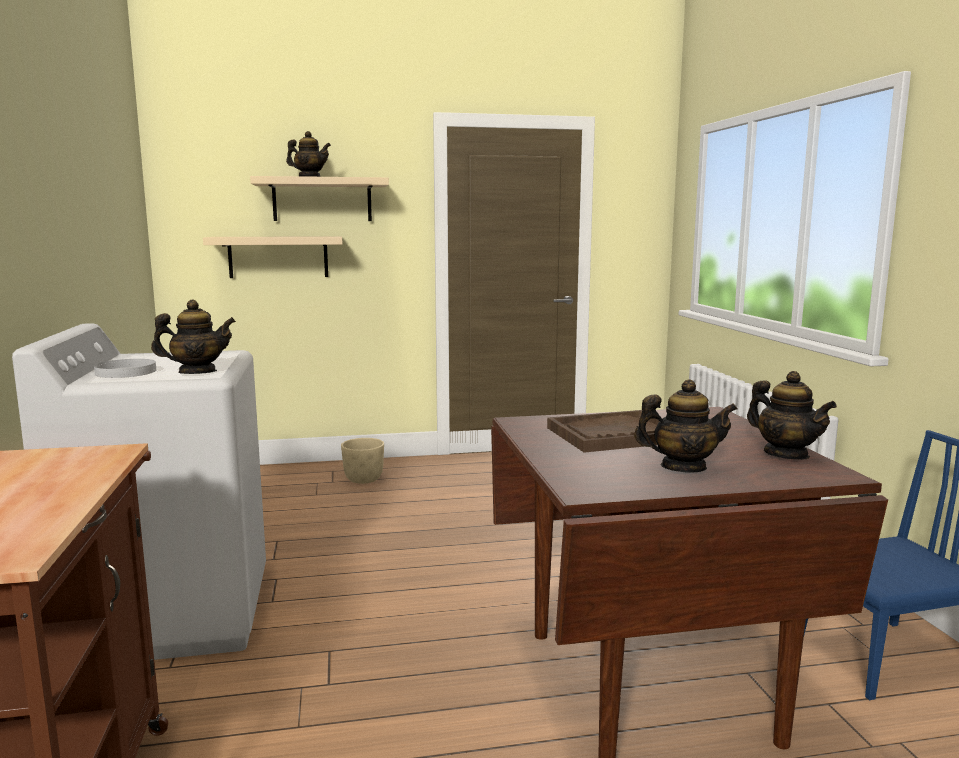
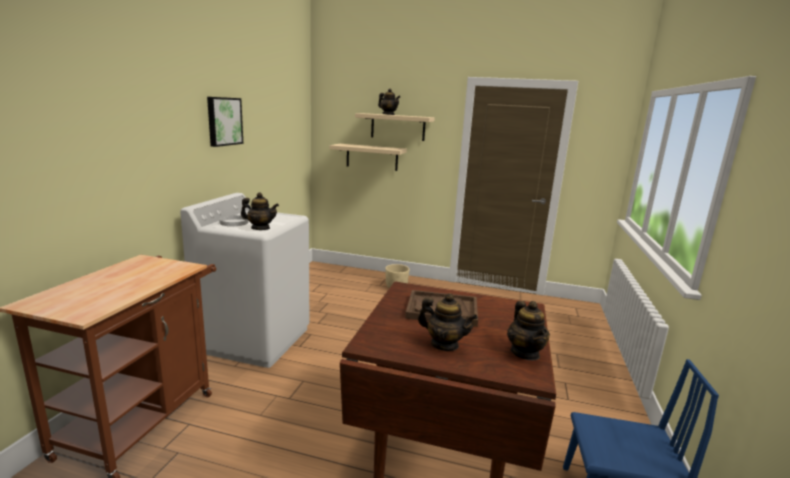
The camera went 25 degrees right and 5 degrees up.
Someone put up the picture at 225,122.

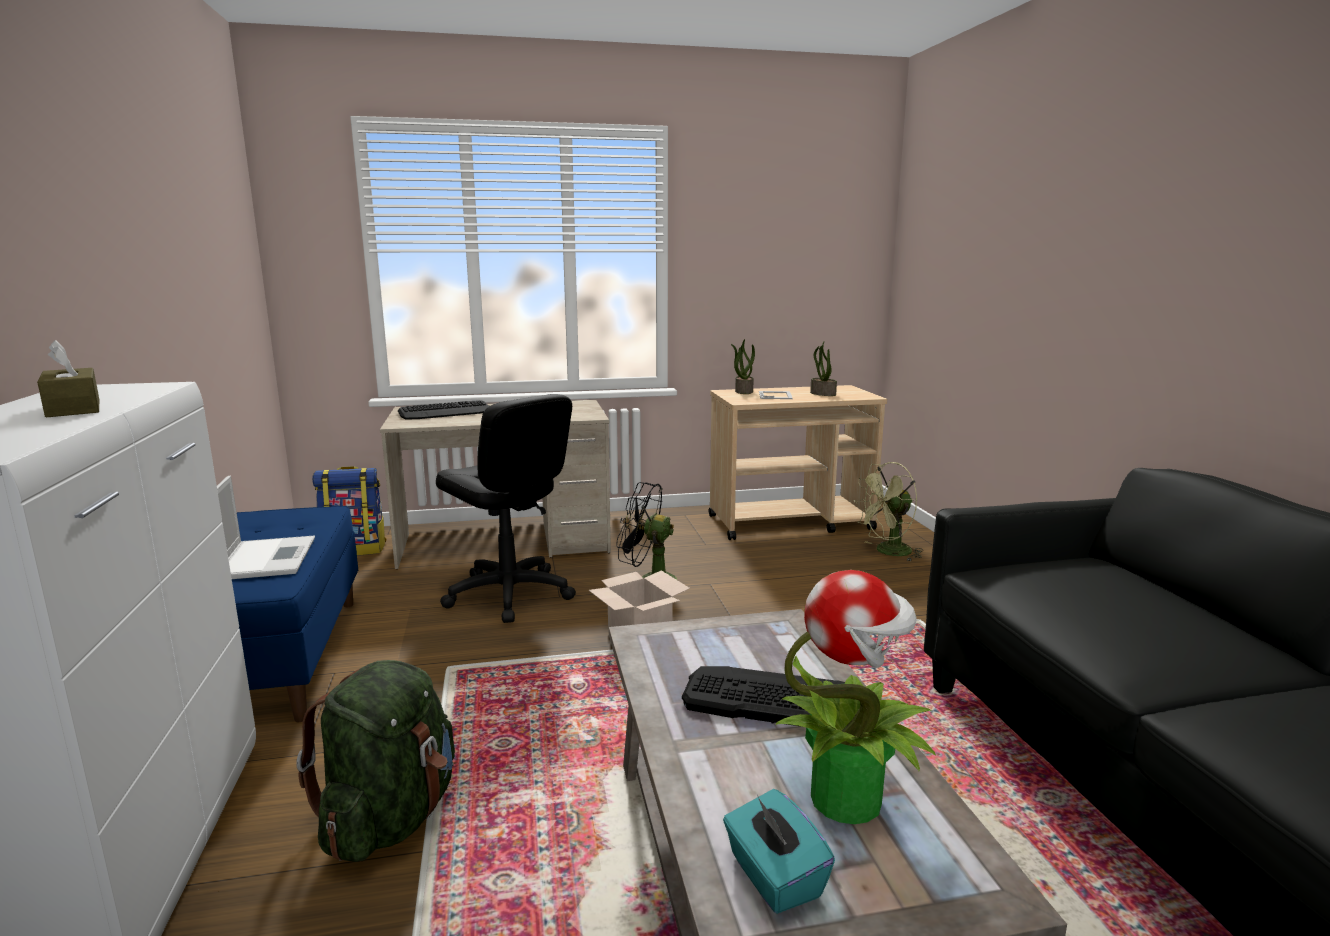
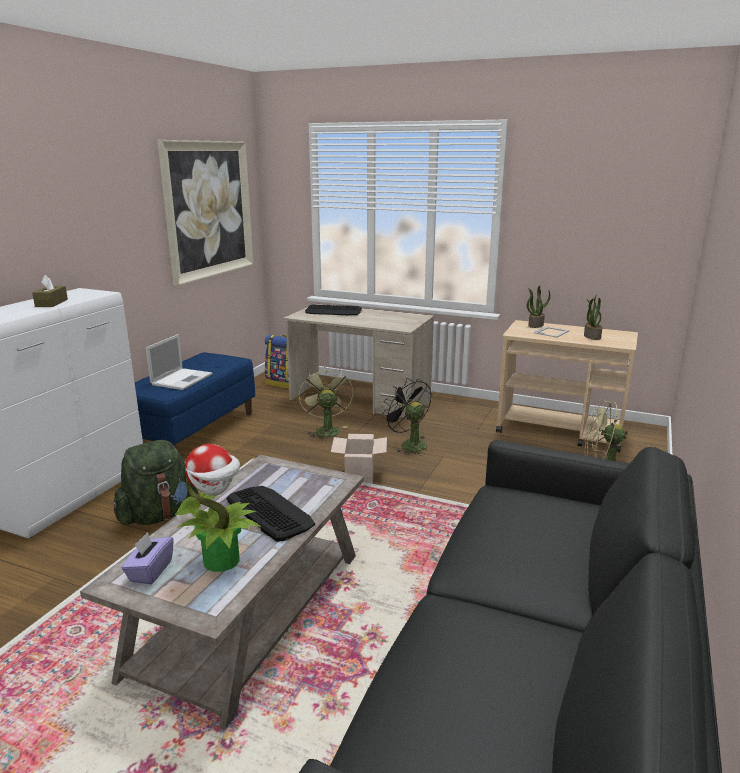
The camera went 35 degrees right and 5 degrees up.
Someone repainted the turquoise tissue holder at 779,851, which became the purple-coloured tissue holder at 147,558.
Someone put up the picture at 205,213.
Someone swapped the black-coloured office chair at 506,508 for the green fan at 326,403.

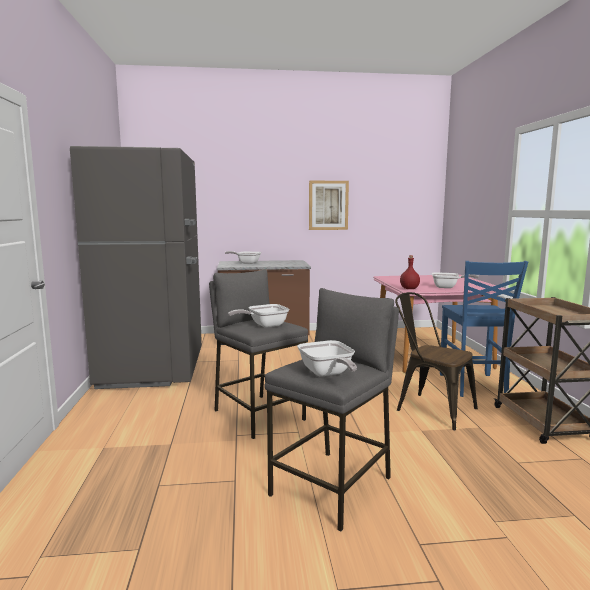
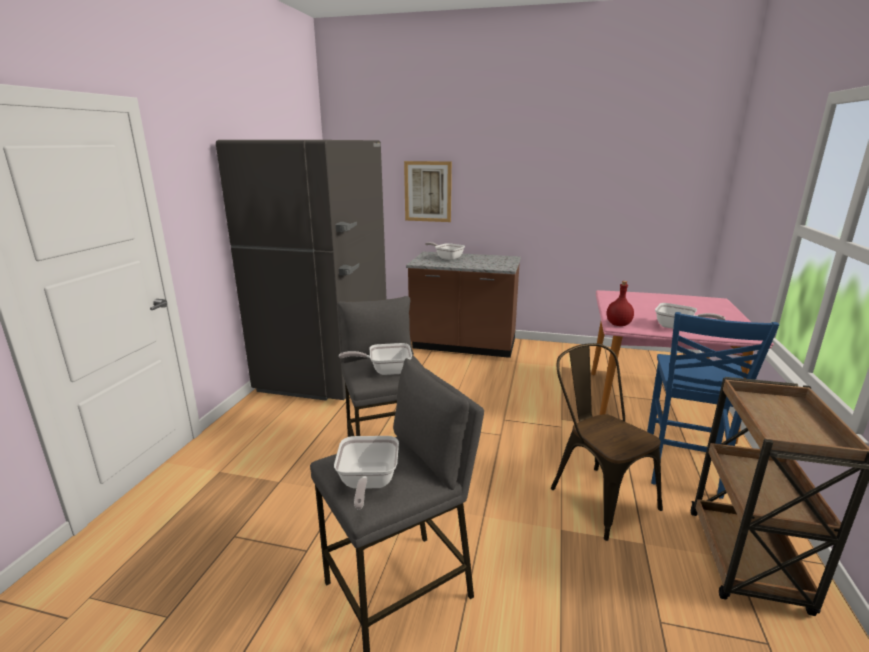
The camera went 20 degrees right and 10 degrees up.
Someone carried the picture from 329,205 to 428,191.

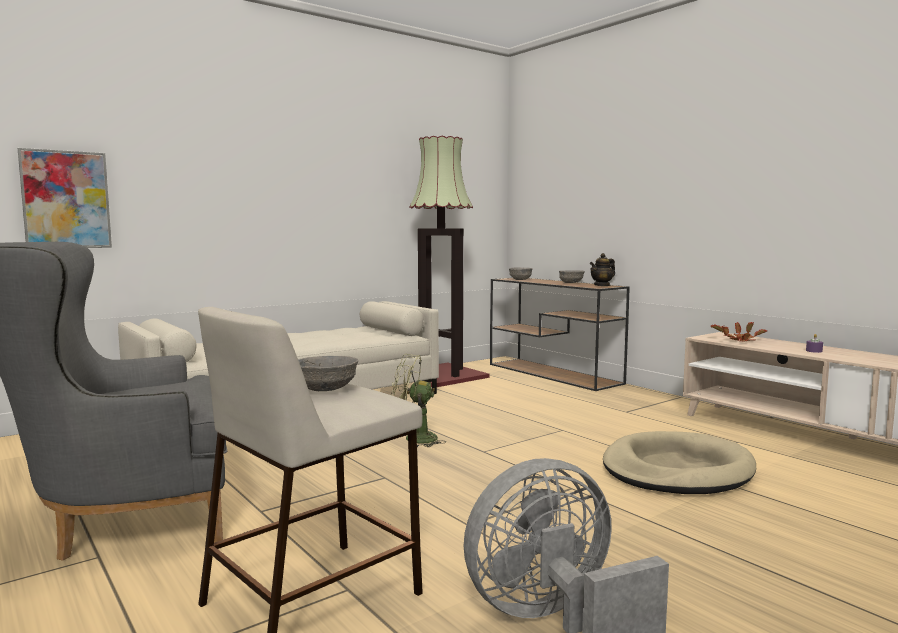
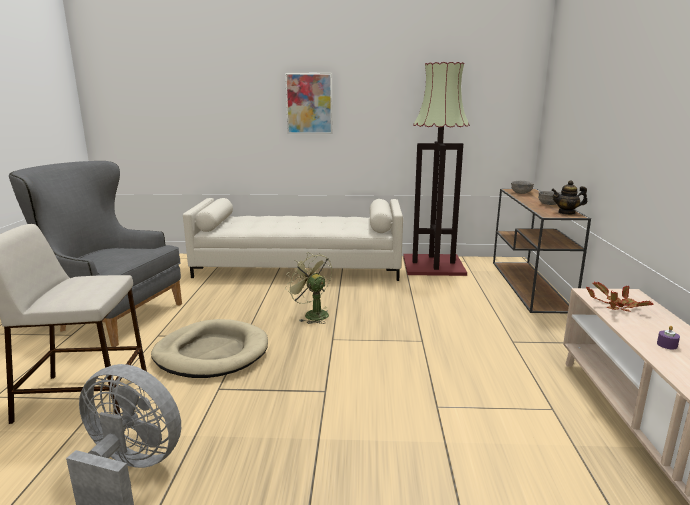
The camera went 40 degrees right and 10 degrees up.
Someone carried the sand-coloured dog bed from 679,462 to 209,348.
Someone carried the picture from 65,198 to 308,103.
Someone took away the greyish deep dish at 328,373.

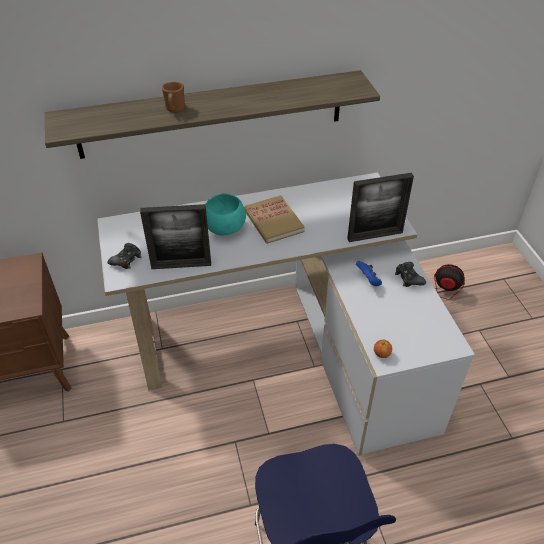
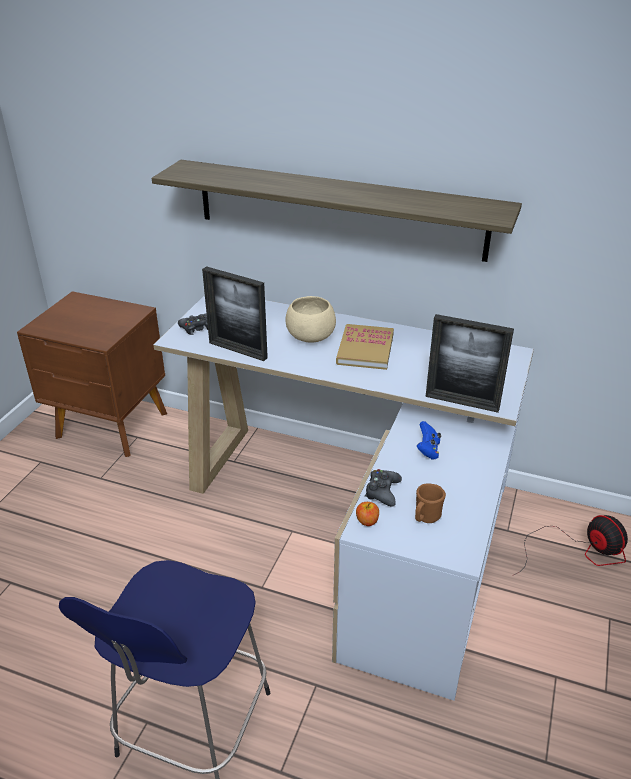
The camera went 35 degrees right and 10 degrees down.
Someone repainted the turquoise deep dish at 225,214, which became the sand-coloured deep dish at 310,319.
Someone carried the black-coloured gamepad from 410,274 to 383,488.
Someone carried the brown-coloured coffee mug from 173,96 to 430,503.

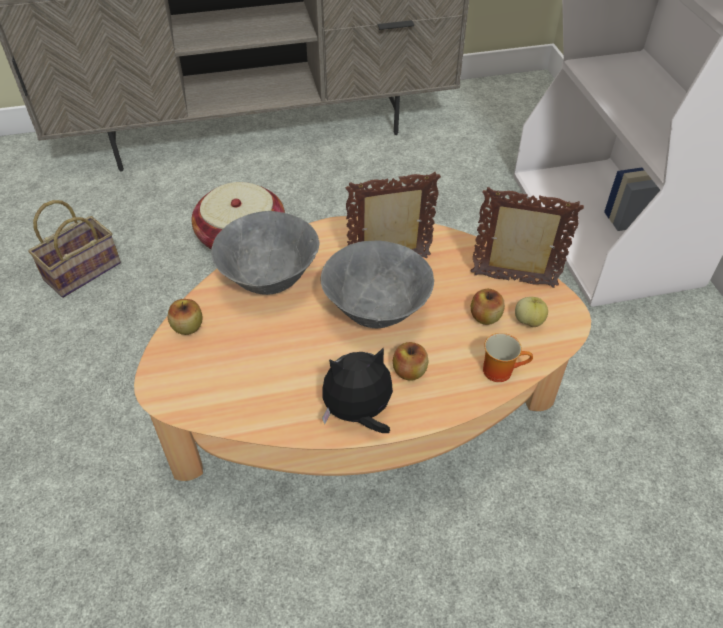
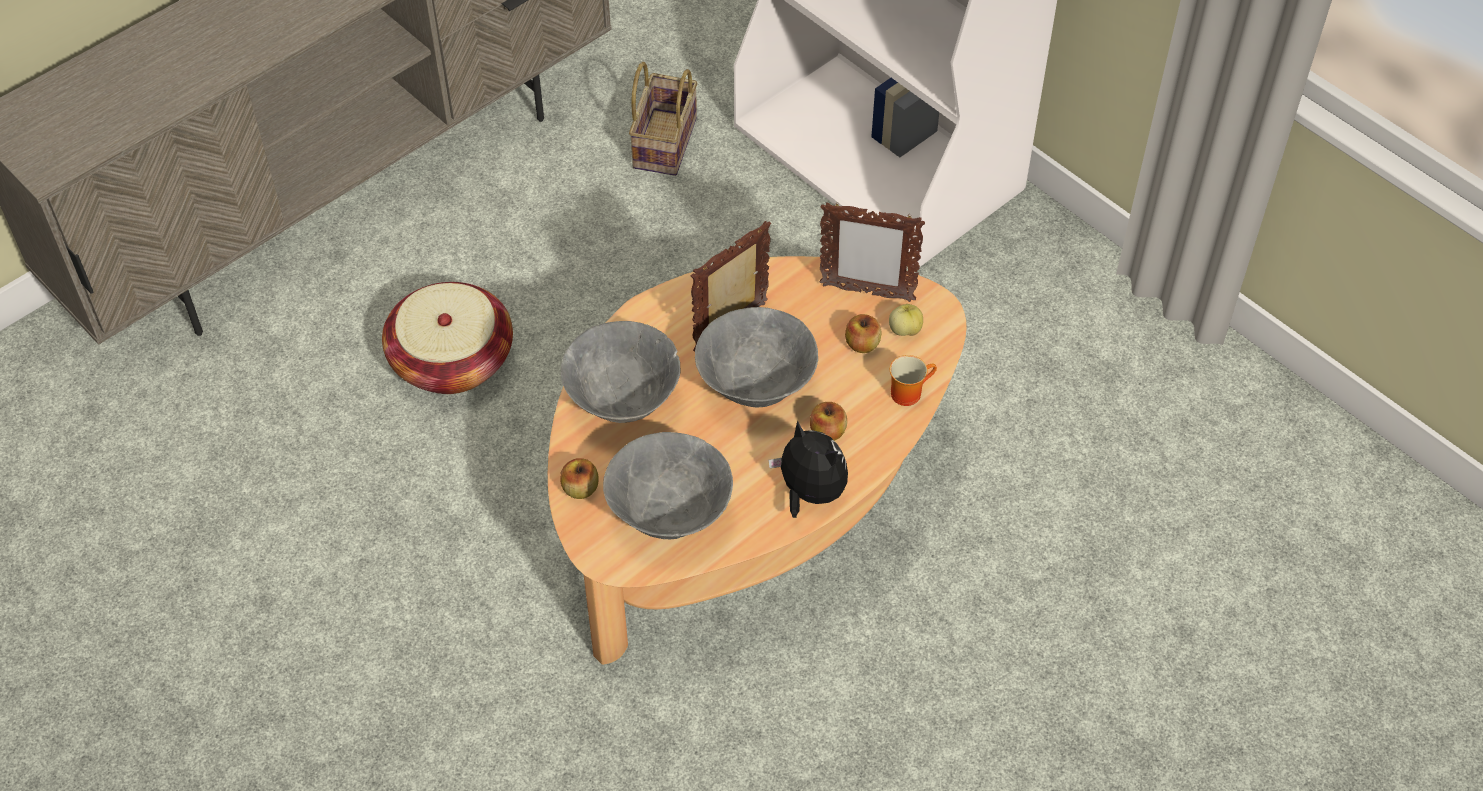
The camera went 30 degrees left and 5 degrees up.
Someone put down the greyish deep dish at 668,485.
Someone carried the household basket from 74,249 to 663,119.
Someone rotated the plush toy at 357,390 by 90 degrees clockwise.
Someone rotated the standing frame at 527,237 by 150 degrees counterclockwise.

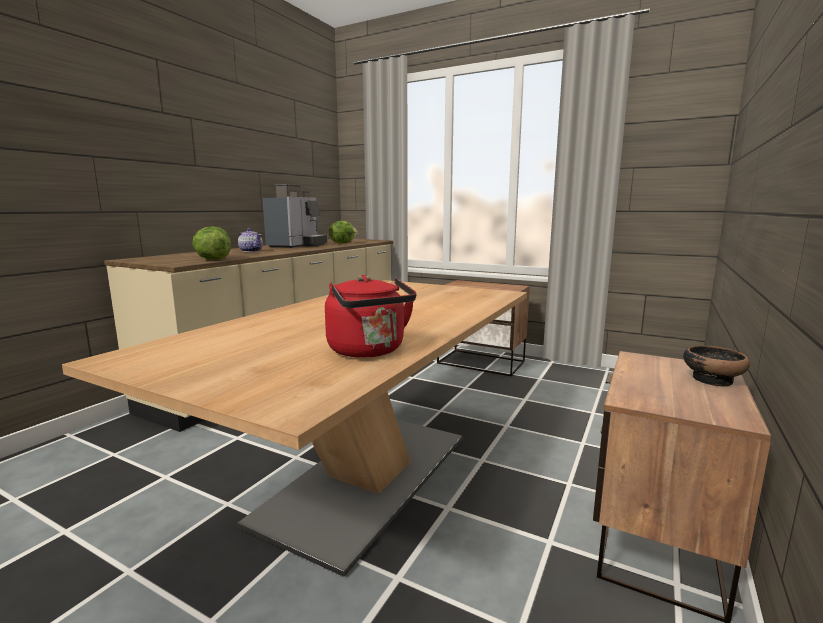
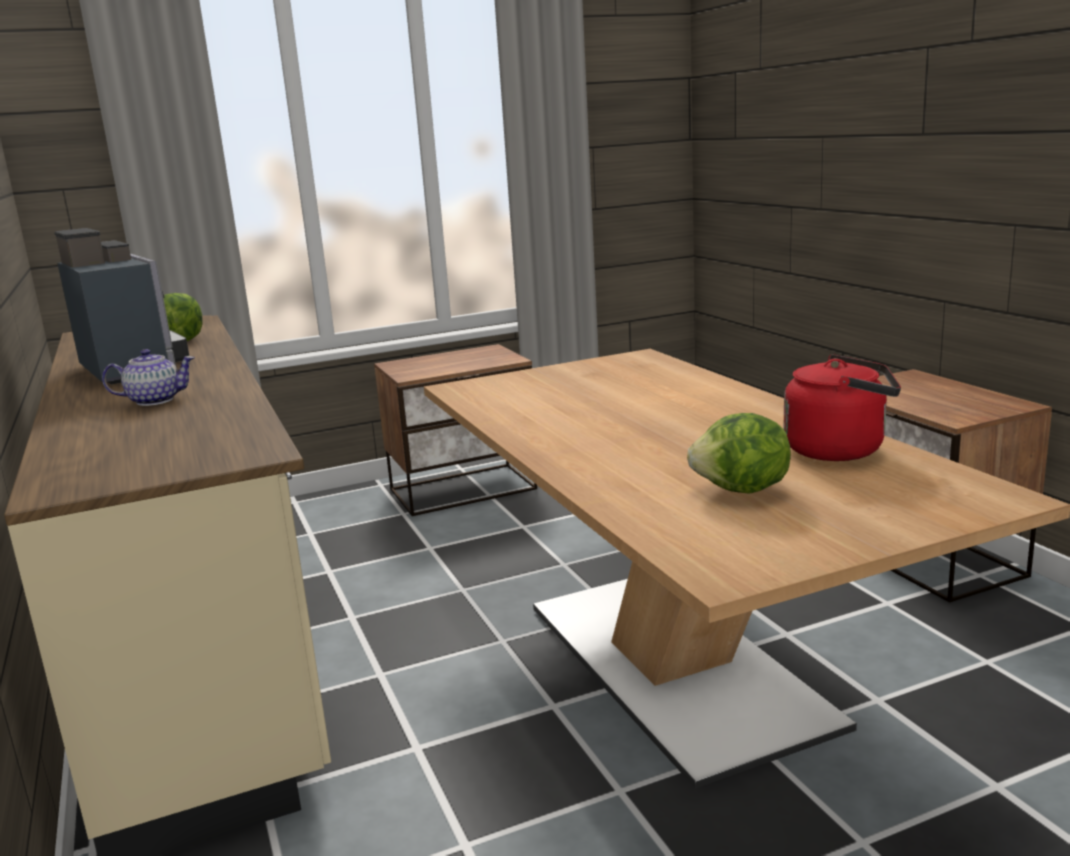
The camera went 50 degrees left and 5 degrees up.
Someone carried the lettuce head from 211,243 to 739,453.
Someone took away the deep dish at 716,366.

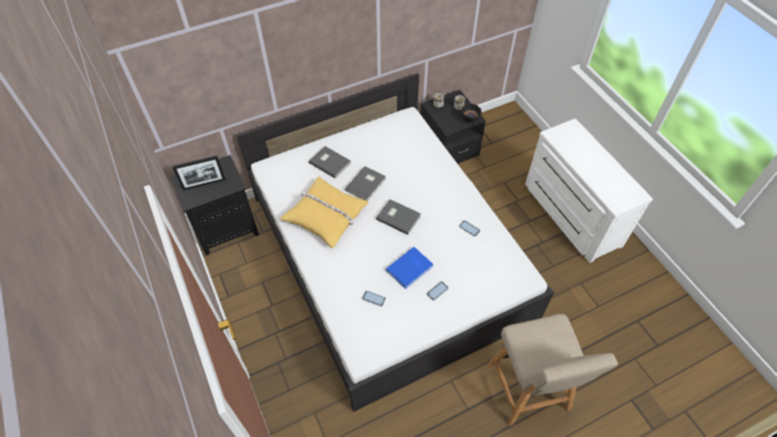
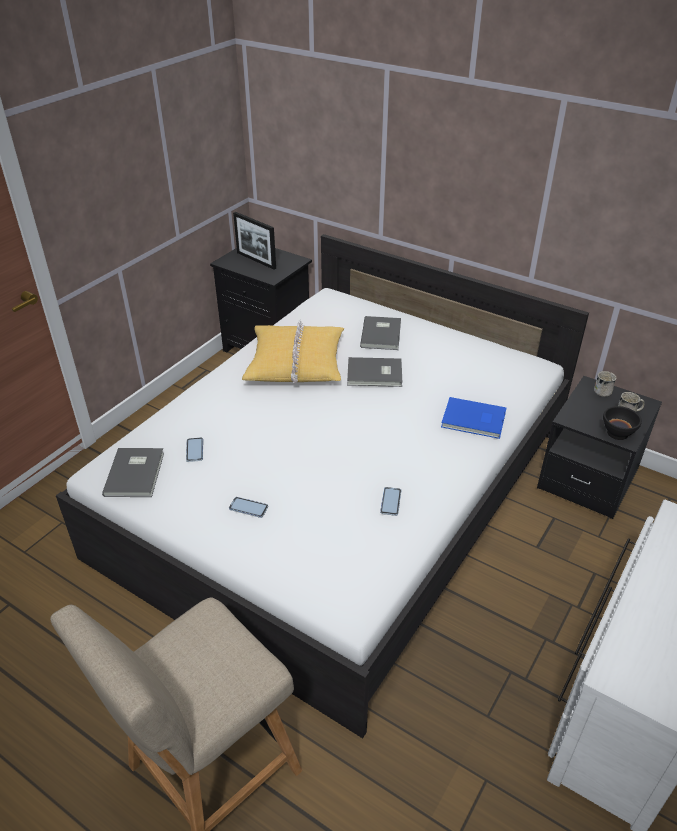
The camera went 60 degrees right and 15 degrees down.
Someone carried the greyish volume from 398,217 to 133,472.
Someone carried the blue volume from 409,268 to 473,418.

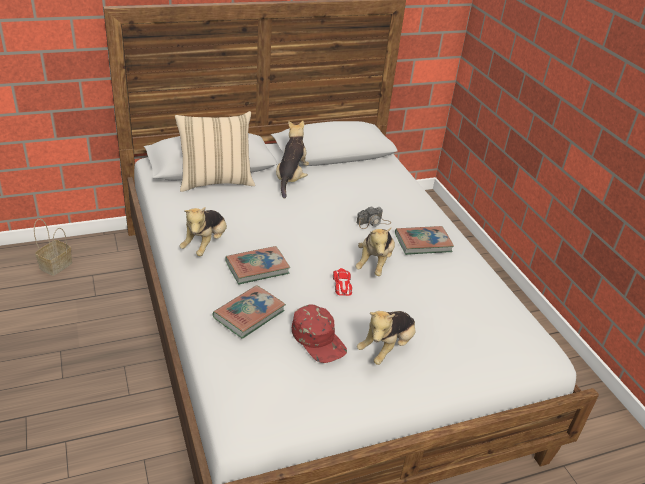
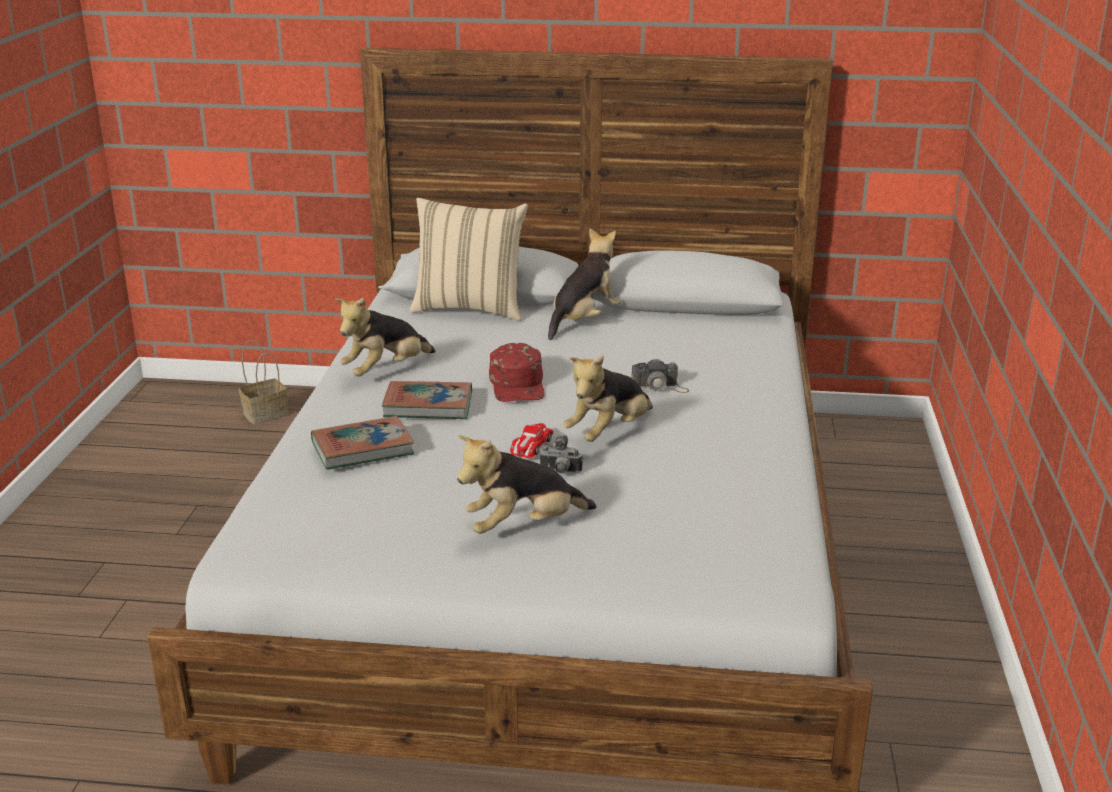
The camera went 30 degrees right and 10 degrees down.
Someone carried the red-coloured cap from 319,333 to 517,372.
Someone put down the still camera at 560,454.
Someone took away the volume at 424,240.

